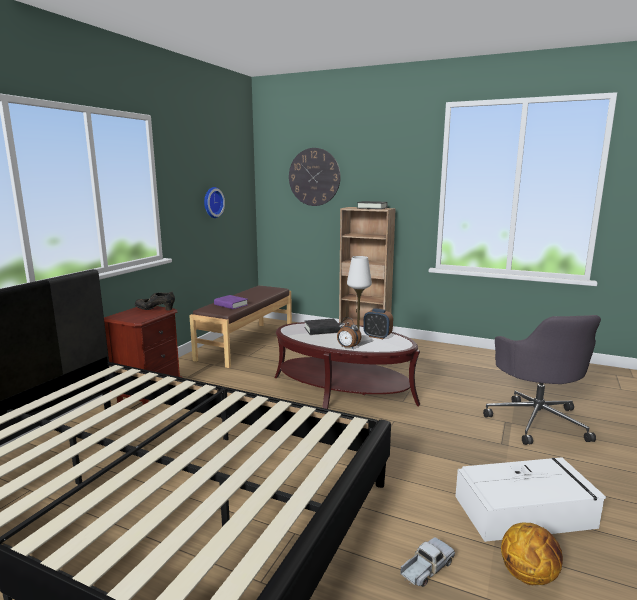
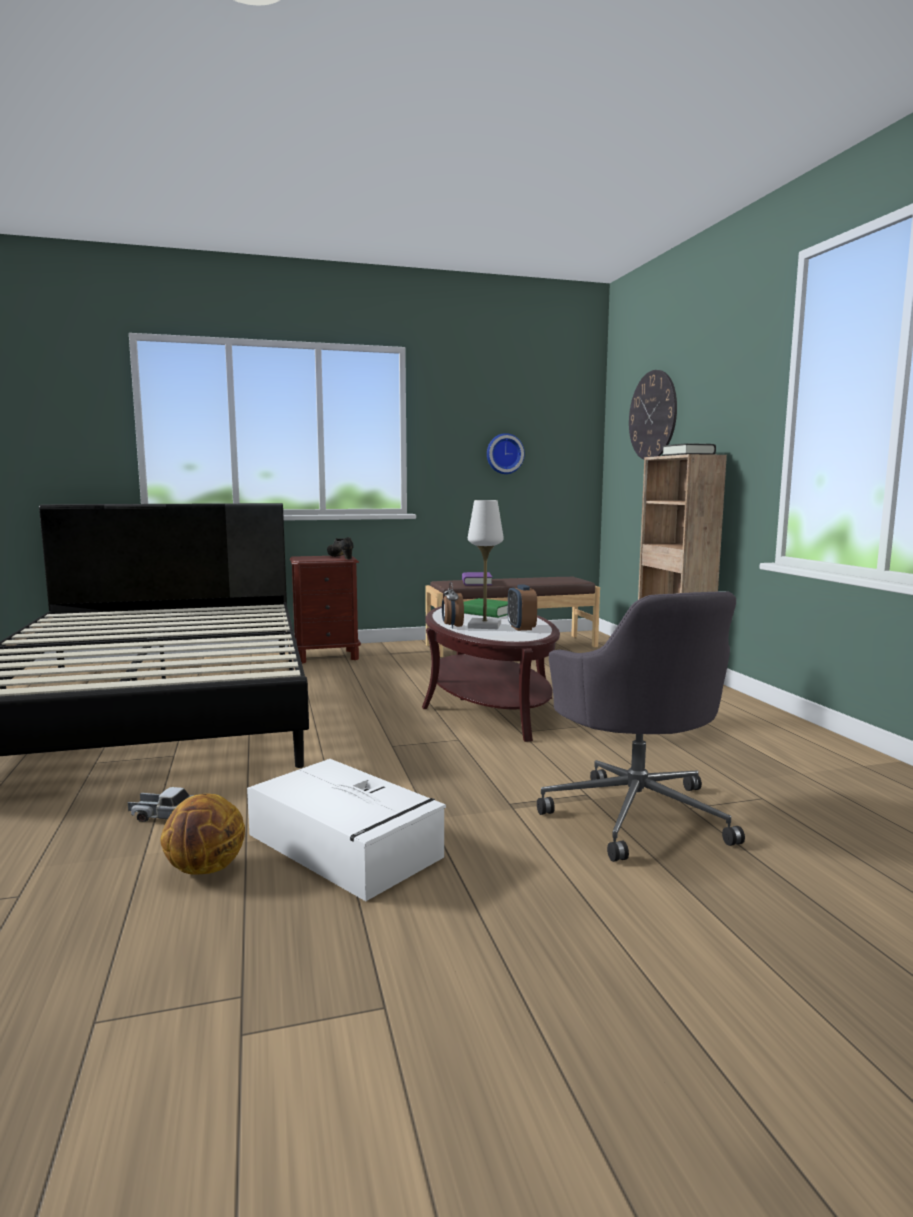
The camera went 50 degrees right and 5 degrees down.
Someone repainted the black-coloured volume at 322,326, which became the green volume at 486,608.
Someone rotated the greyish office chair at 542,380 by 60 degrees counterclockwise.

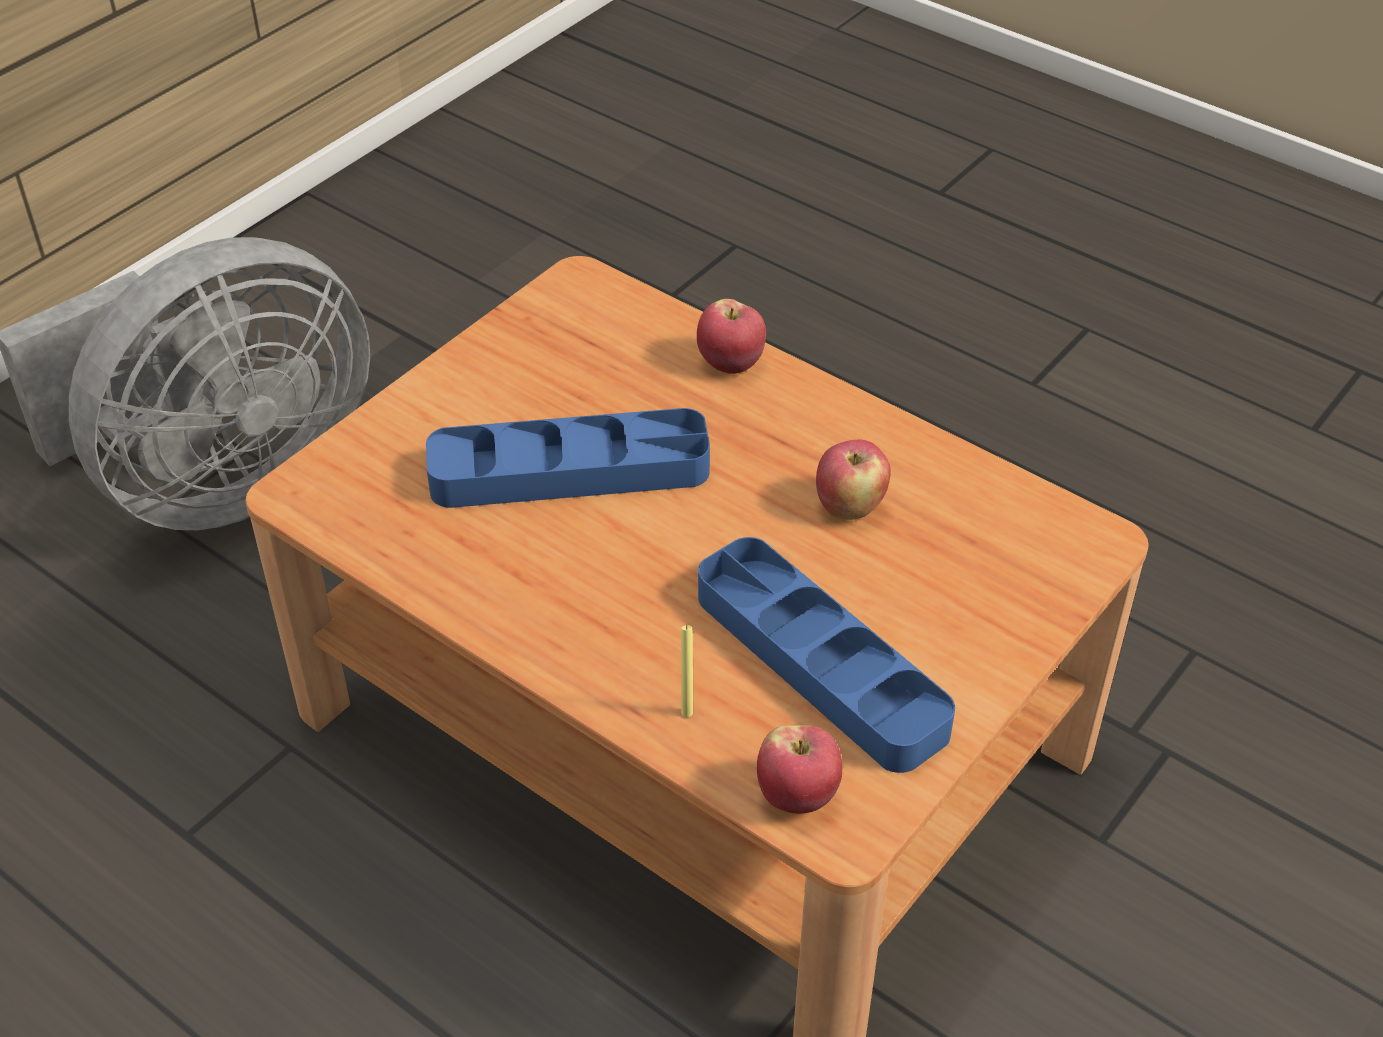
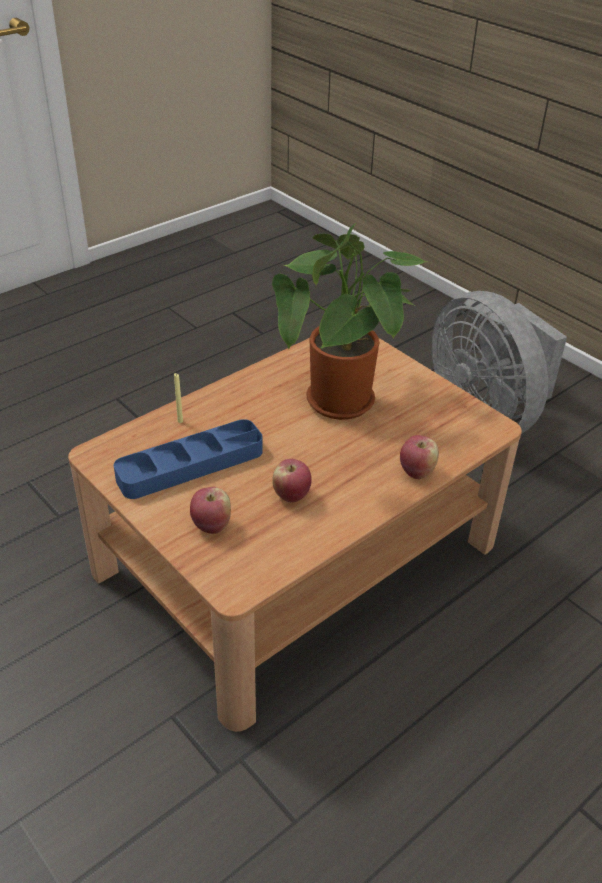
The camera went 100 degrees right and 5 degrees down.
Someone carried the apple from 799,769 to 210,510.
Someone swapped the blue carrying tray at 568,458 for the potted plant at 350,321.

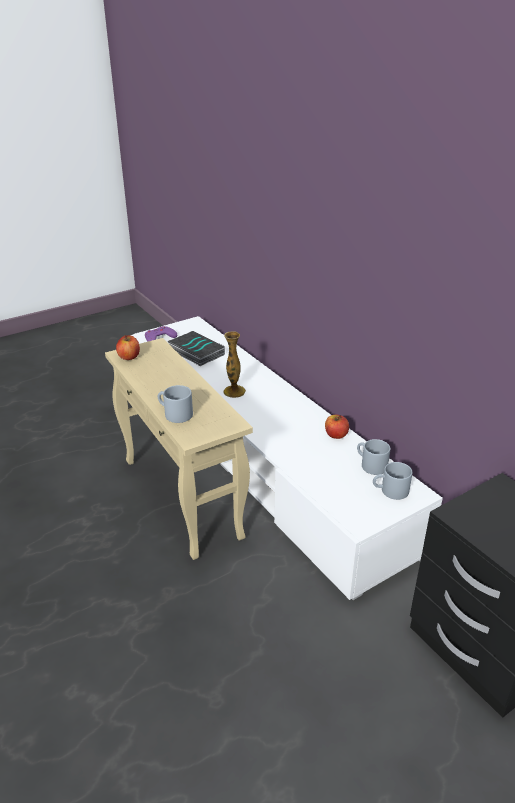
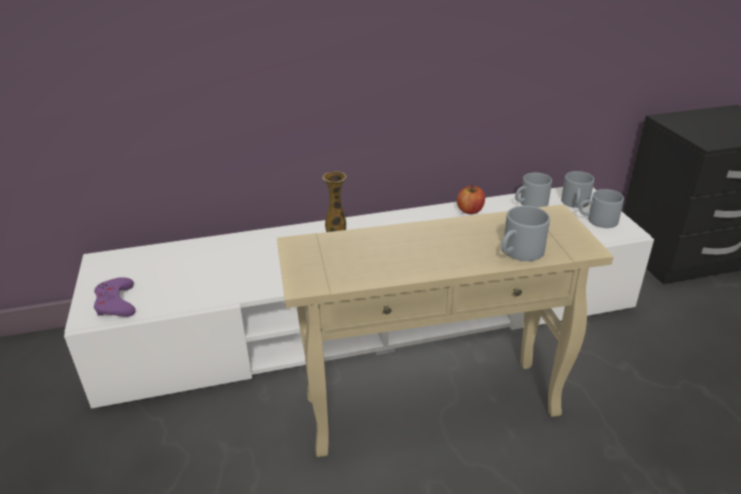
The camera went 70 degrees left and 0 degrees up.
Someone put down the greyish coffee mug at 601,208.
Someone took away the apple at 128,347.
Someone took away the volume at 196,348.

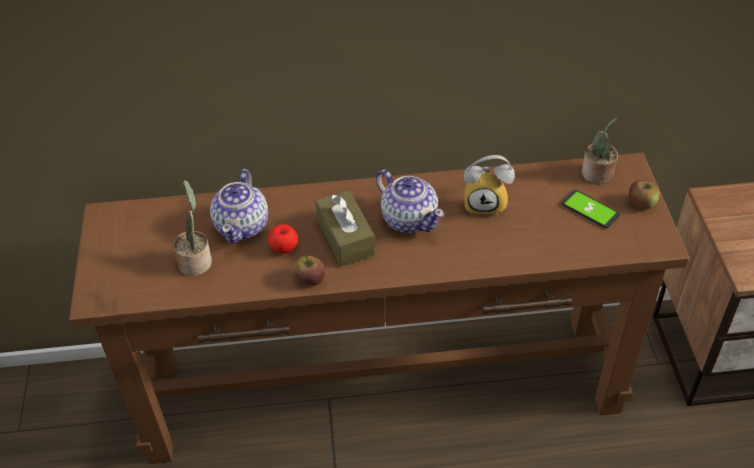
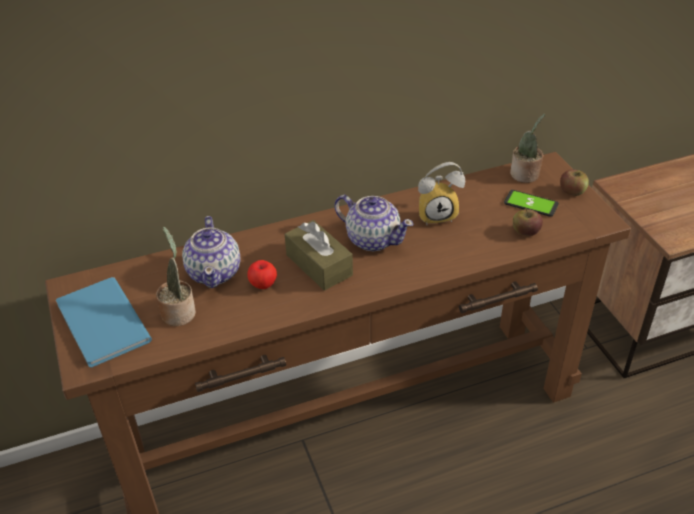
The camera went 15 degrees left and 5 degrees down.
Someone put down the blue volume at 104,322.
Someone carried the apple from 309,270 to 528,222.

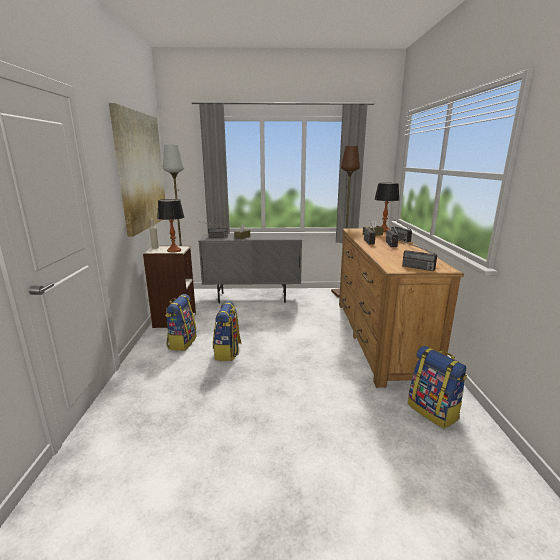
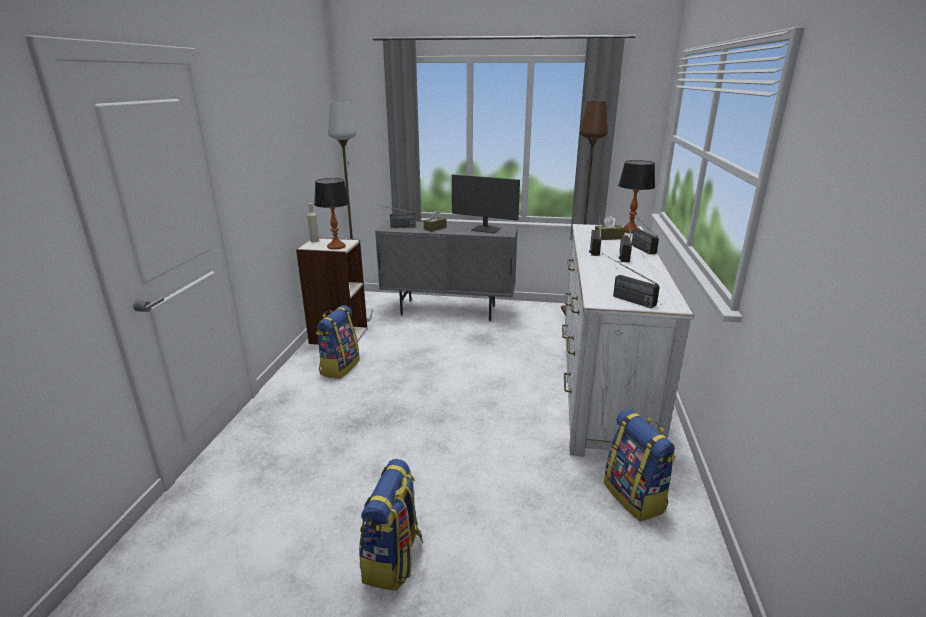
The camera went 10 degrees right and 5 degrees up.
Someone carried the knapsack from 227,331 to 391,525.
Someone put down the computer screen at 486,204.
Someone repainted the brown-coloured drawer chest at 401,308, which became the whitish drawer chest at 628,340.
Someone took away the picture at 137,170.

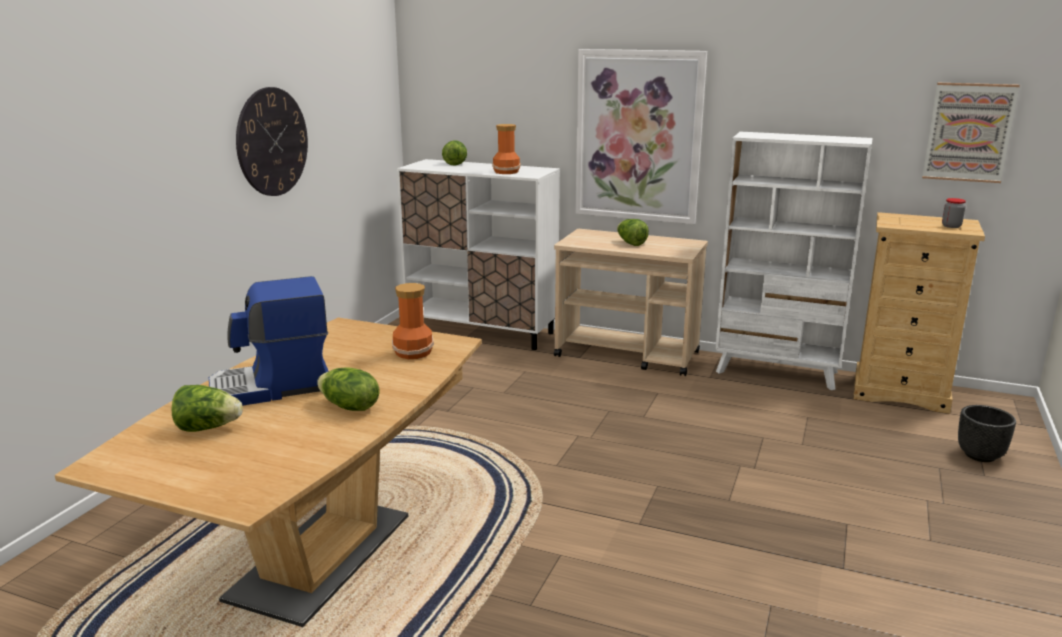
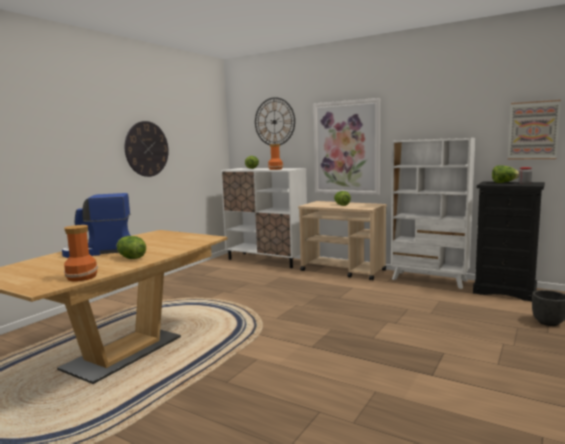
The camera went 10 degrees right and 10 degrees down.
Someone carried the decorative vase from 413,321 to 81,253.
Someone put up the hanging clock at 275,121.
Someone repainted the sand-coloured drawer chest at 919,313, which became the black-coloured drawer chest at 509,241.
Someone carried the lettuce head from 207,408 to 505,174.

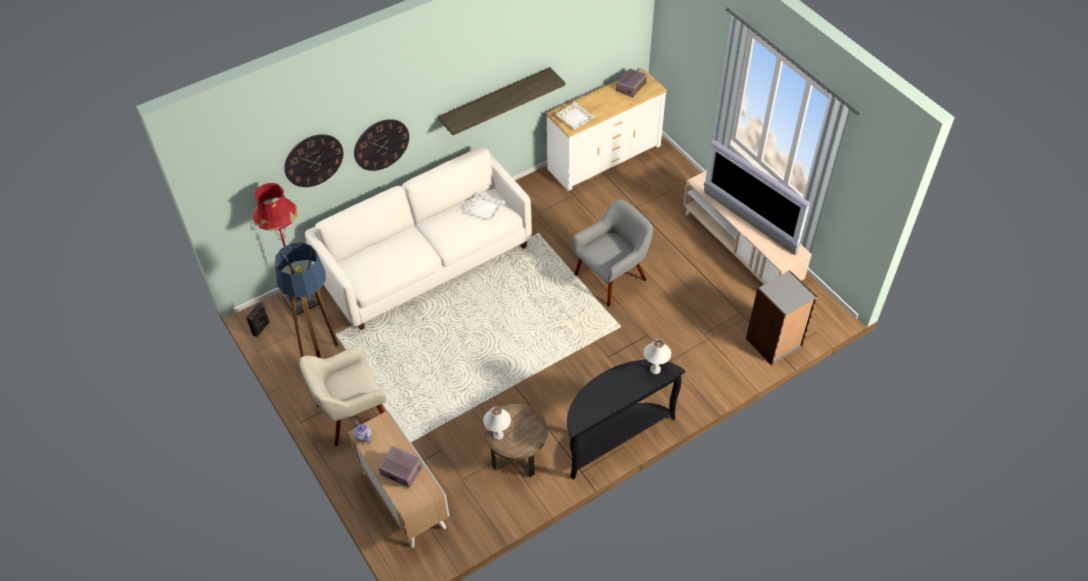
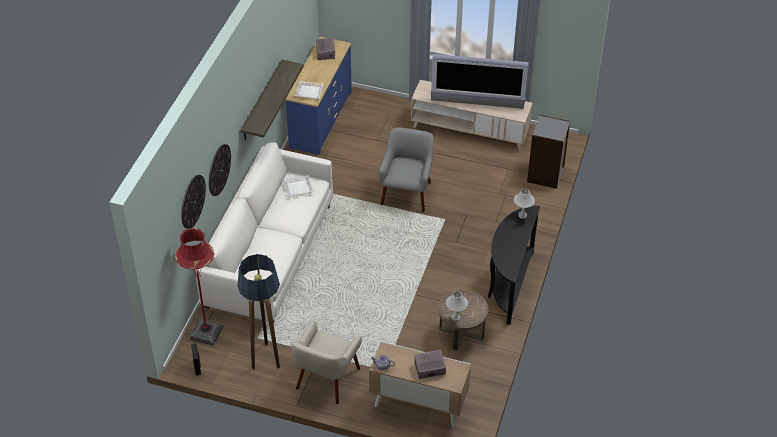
The camera went 40 degrees left and 5 degrees down.
Someone repainted the whitish drawer chest at 606,130, which became the blue drawer chest at 318,96.

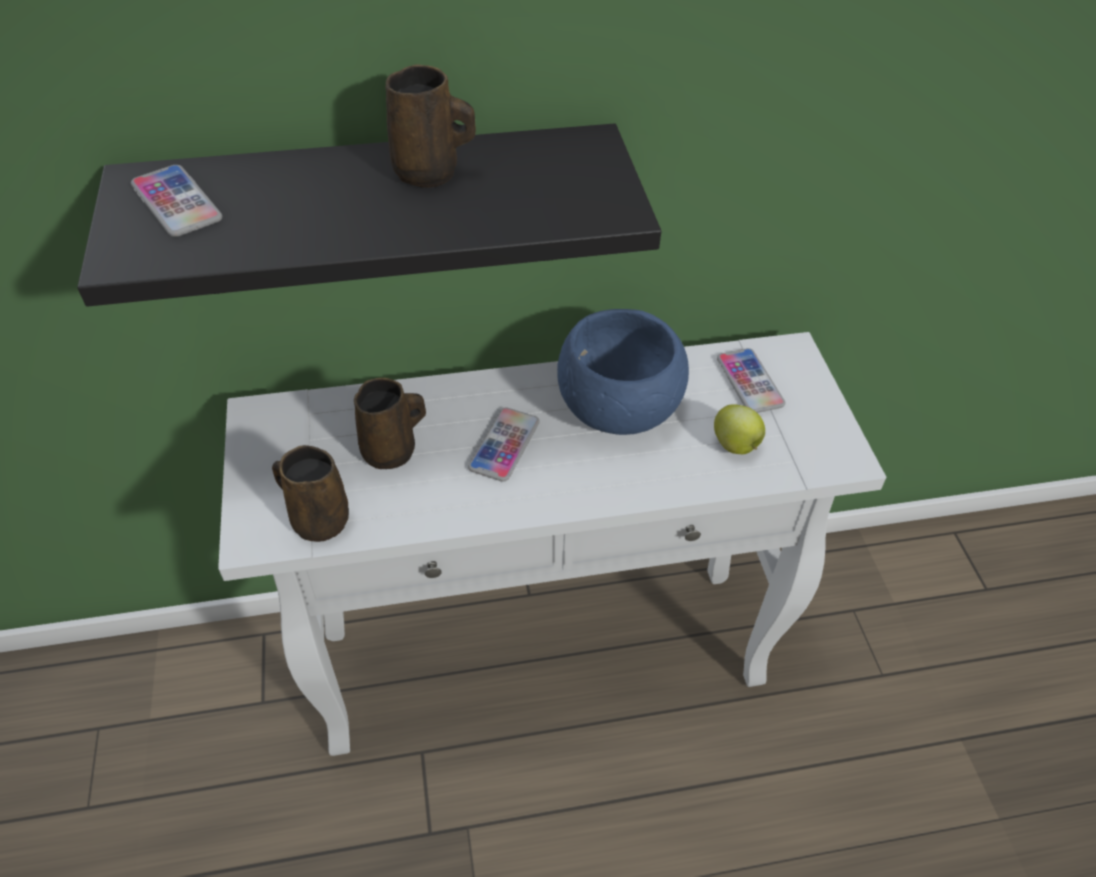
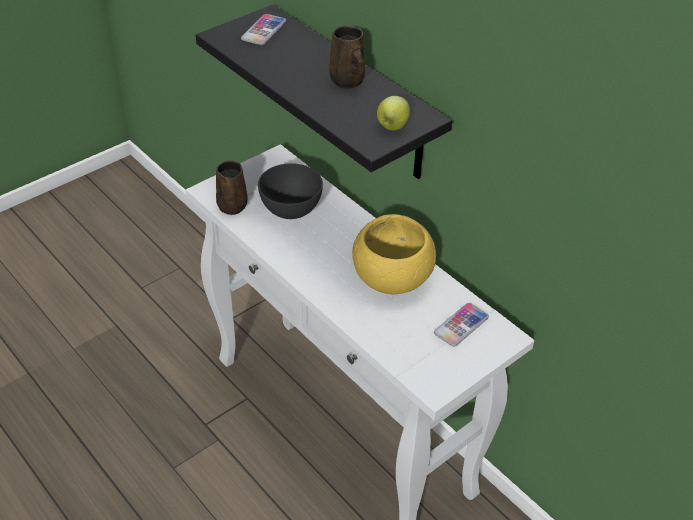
The camera went 60 degrees right and 5 degrees down.
Someone swapped the brown-coloured coffee mug at 390,423 for the greyish deep dish at 290,191.
Someone repainted the blue deep dish at 623,372, which became the yellowish deep dish at 394,254.
Someone carried the apple from 739,429 to 393,113.
Someone took away the telephone at 504,444.

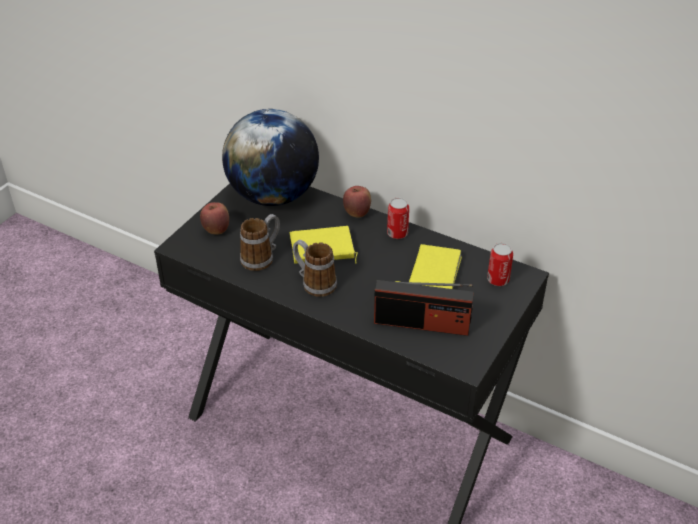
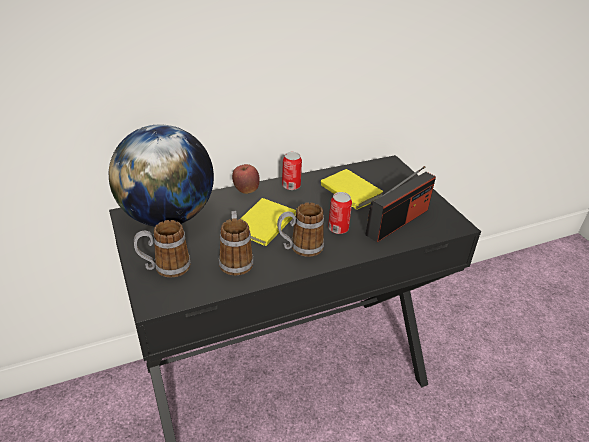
The camera went 55 degrees left and 5 degrees down.
Someone swapped the apple at 214,218 for the coffee mug at 162,248.
Someone carried the can from 500,264 to 340,213.

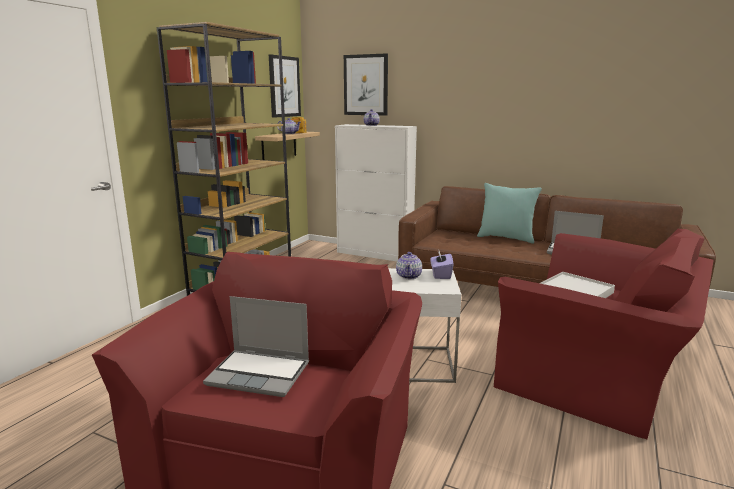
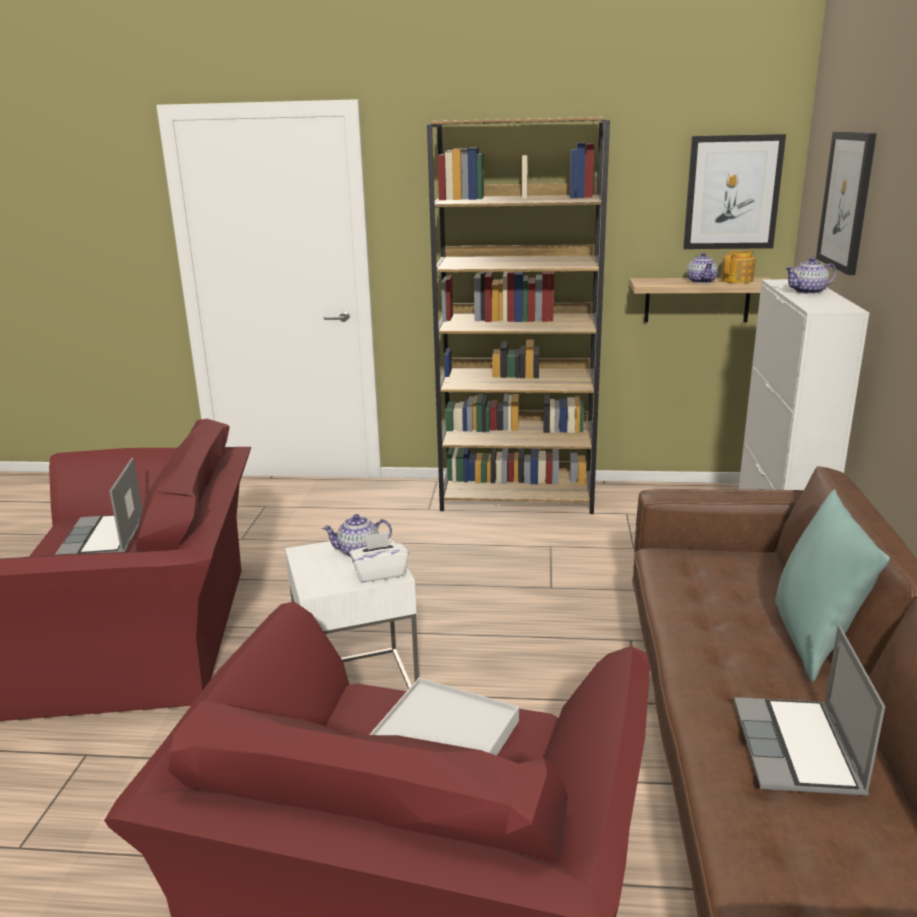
The camera went 70 degrees right and 5 degrees up.
Someone repainted the purple-coloured tissue holder at 441,265, which became the whitish tissue holder at 379,557.

